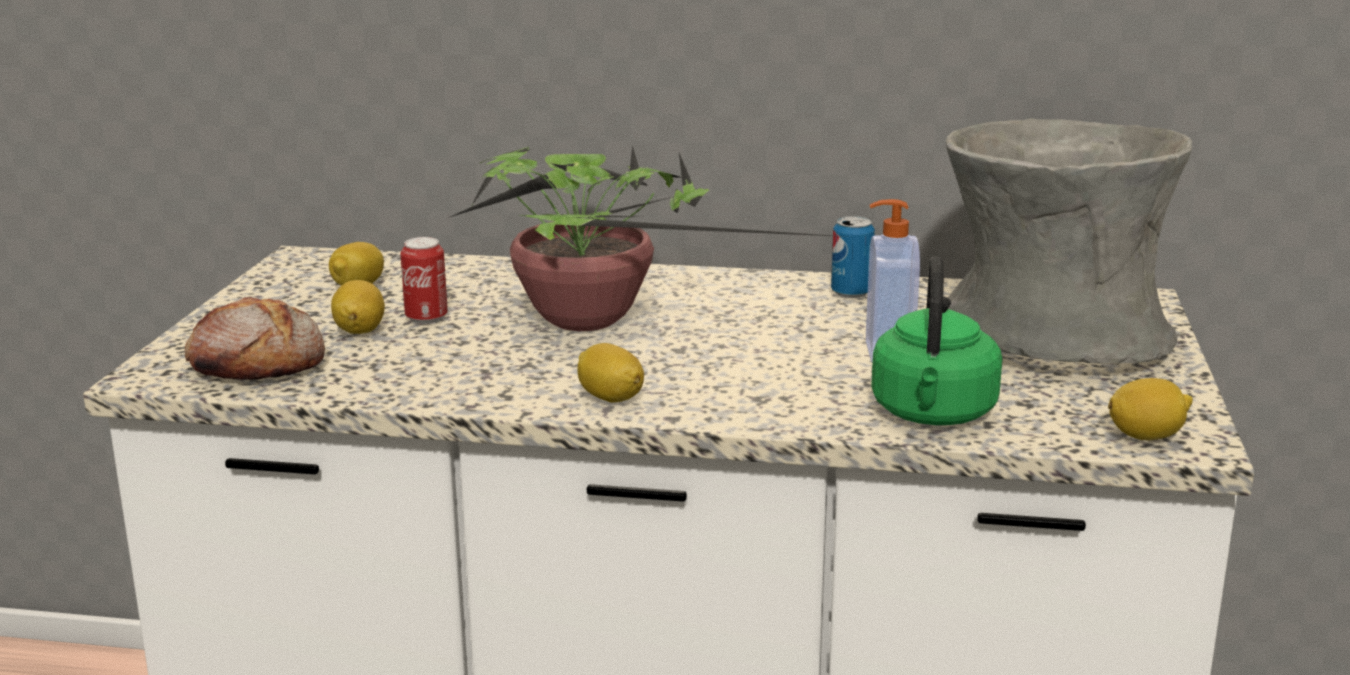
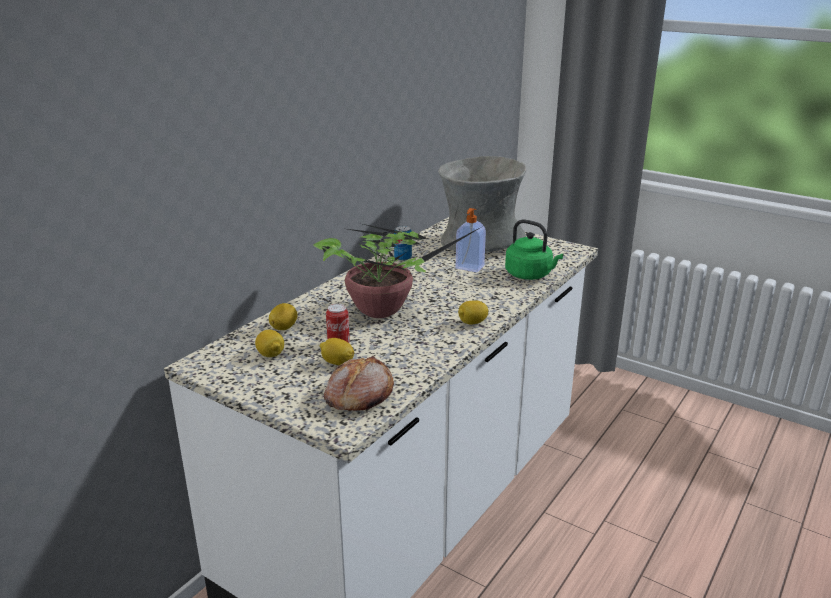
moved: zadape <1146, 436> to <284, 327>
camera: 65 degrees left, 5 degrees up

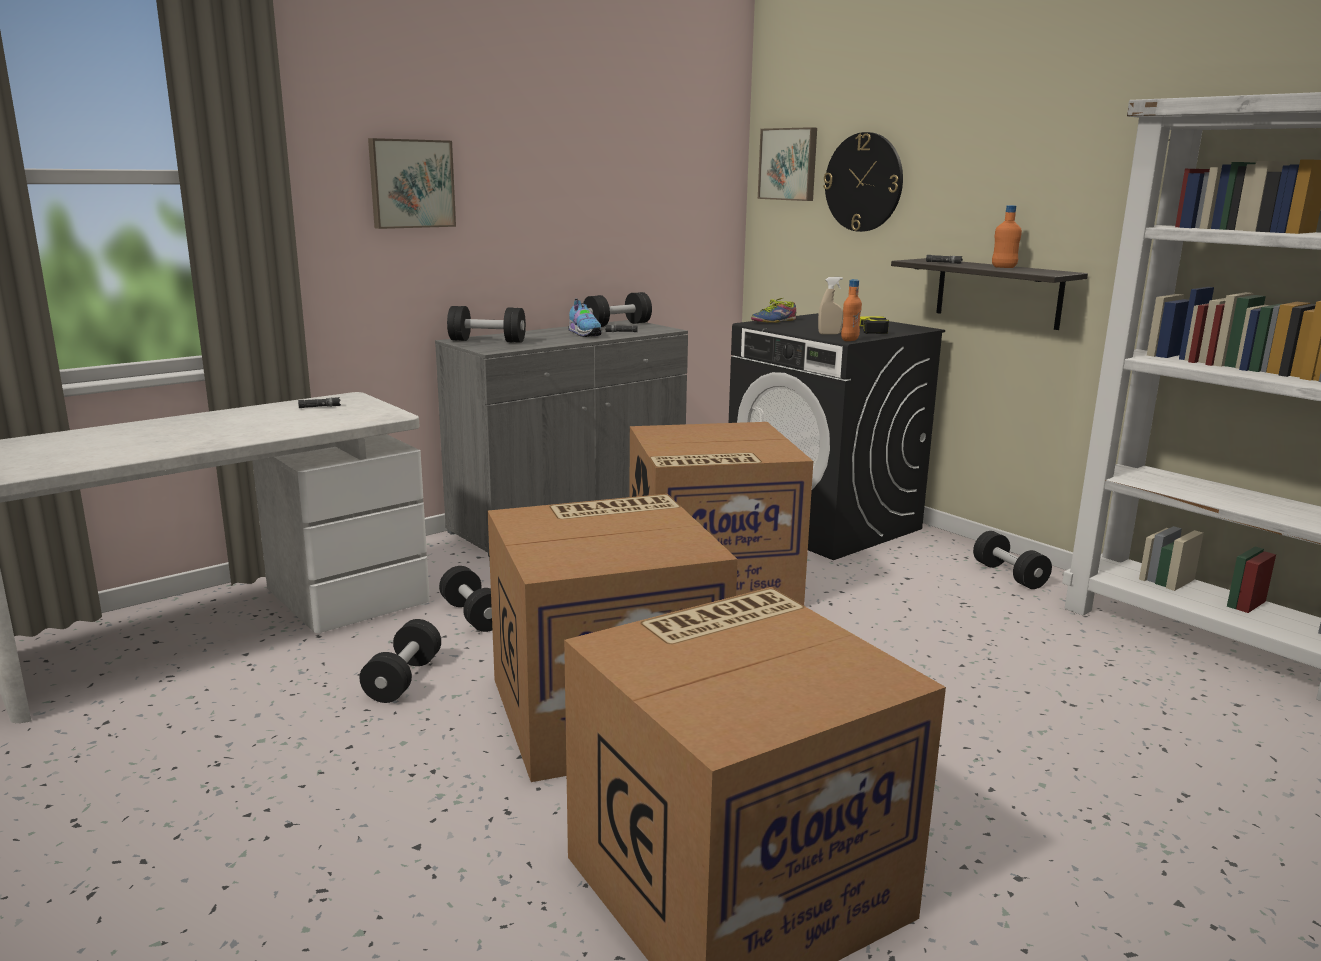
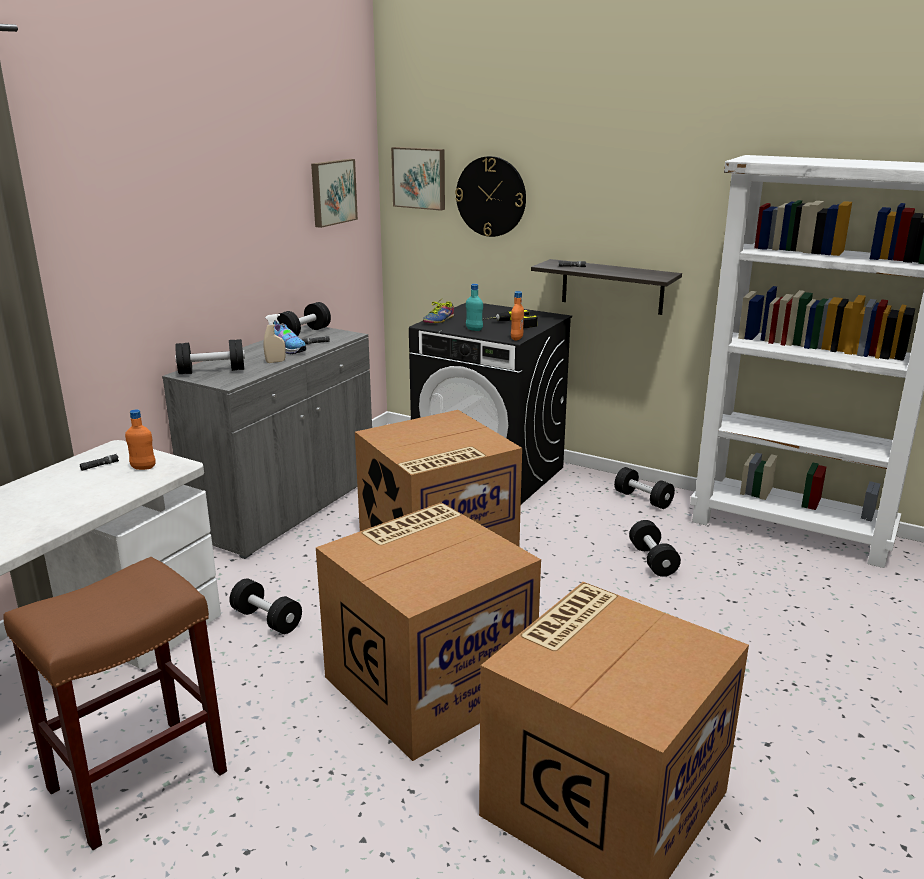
added: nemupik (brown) <136, 782>; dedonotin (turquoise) <474, 329>
moved: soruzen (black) <403, 679> to <652, 560>; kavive <411, 183> to <332, 192>; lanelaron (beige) <829, 334> to <275, 361>; dedonotin (orange) <1004, 267> to <143, 468>
camera: 20 degrees left, 5 degrees up

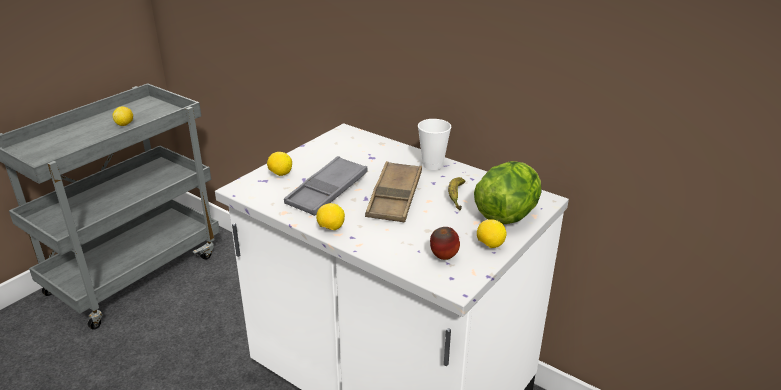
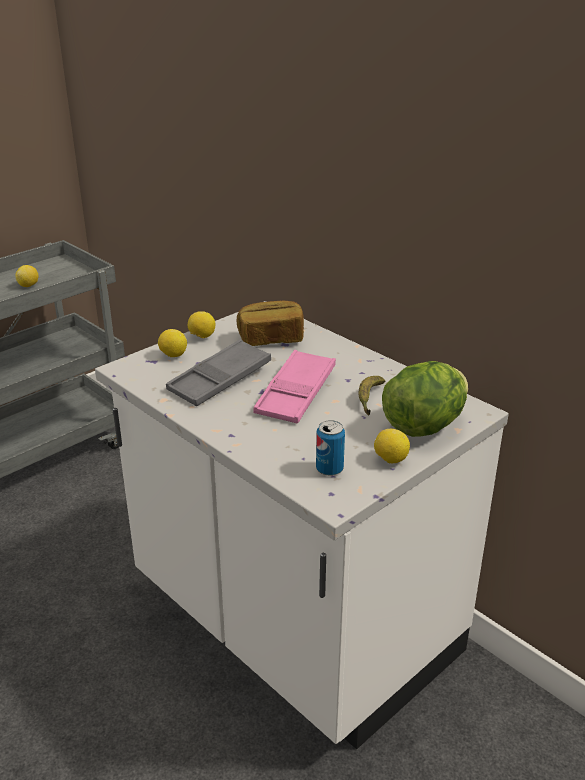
removed: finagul <432, 165>
added: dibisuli <271, 339>
moved: zadape <331, 228> to <202, 337>
replaced: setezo <443, 258> to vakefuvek <329, 469>
recoloured: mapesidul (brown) <394, 197> to mapesidul (pink) <296, 393>
camera: 10 degrees right, 0 degrees up

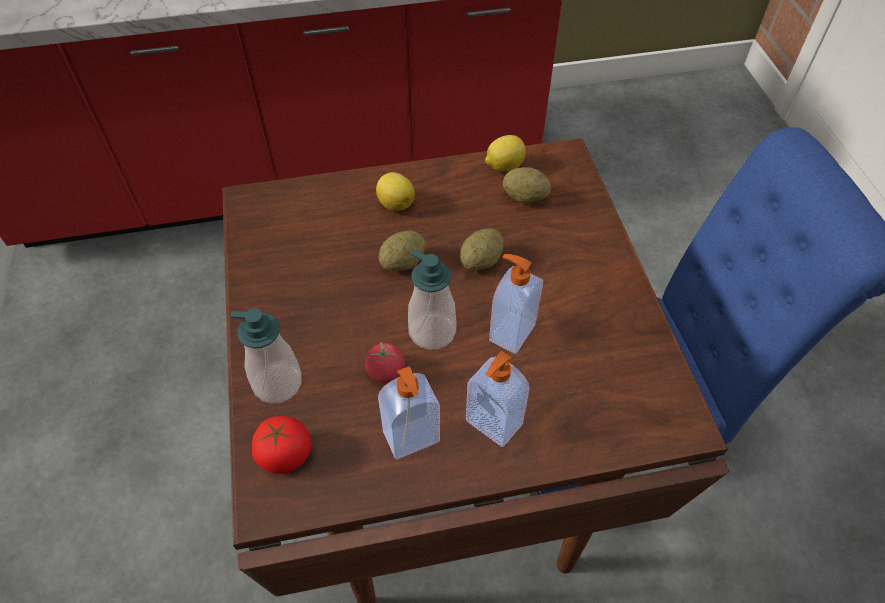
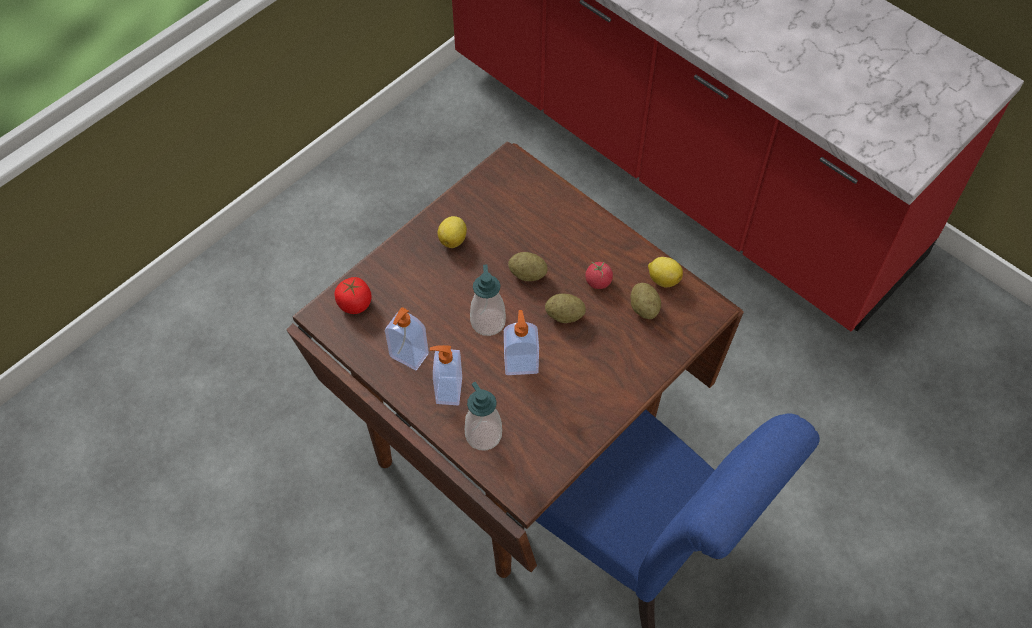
moved: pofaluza <277, 383> to <483, 435>; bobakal <385, 371> to <598, 281>; zadape <395, 203> to <453, 239>
camera: 55 degrees right, 5 degrees up

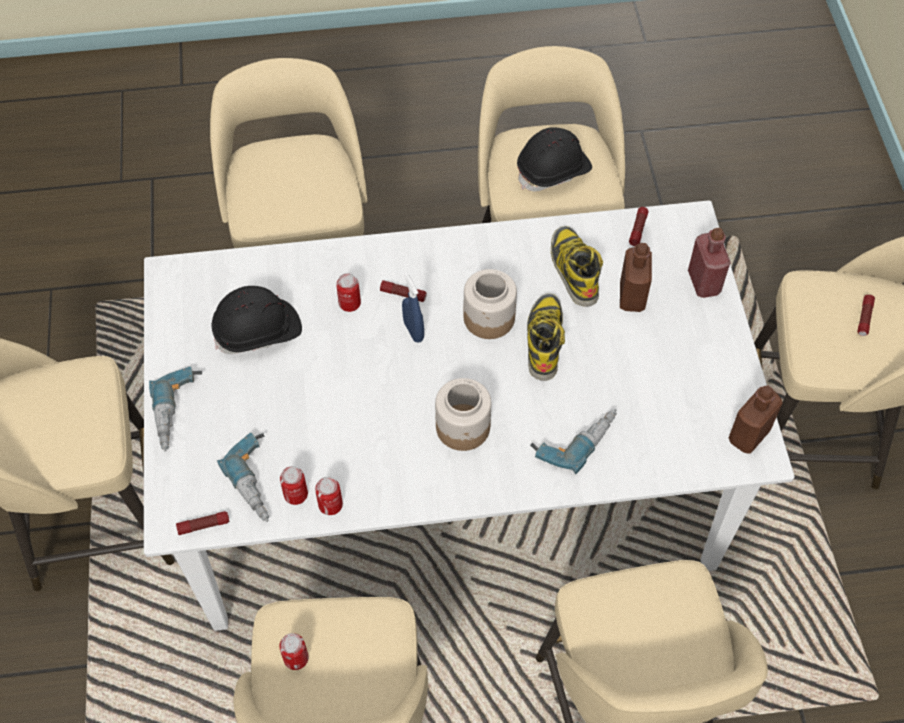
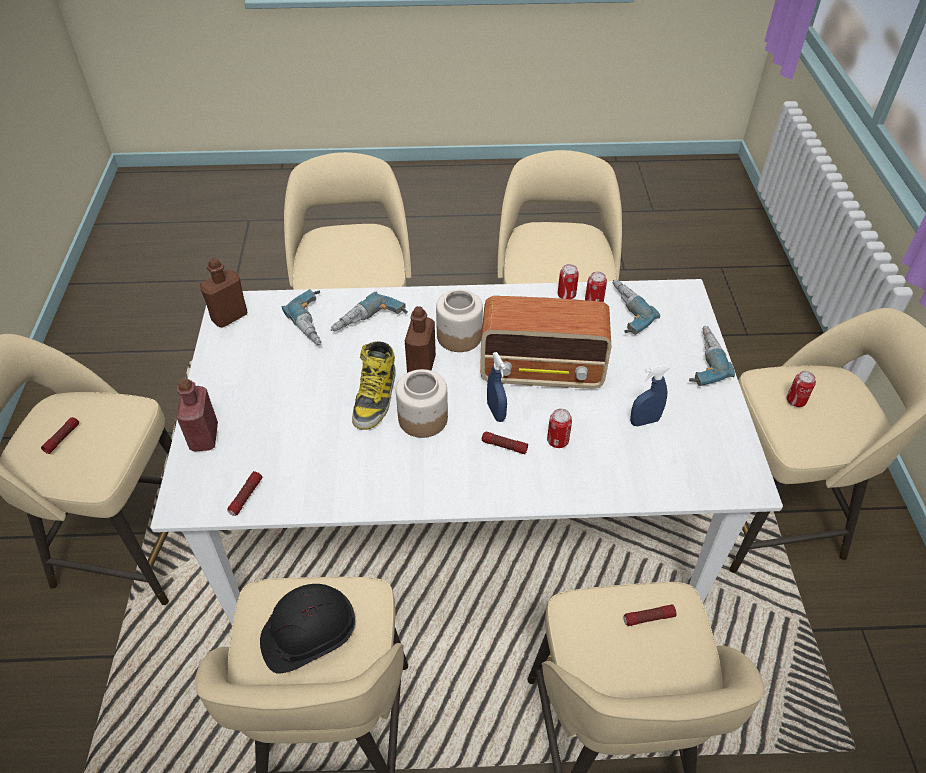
removed: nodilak <573, 269>
added: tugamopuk <316, 323>; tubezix <543, 371>
moved: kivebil <203, 525> to <648, 618>; vakefuvek <296, 658> to <795, 401>; dedonotin (brown) <632, 296> to <421, 366>
replaced: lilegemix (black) <258, 332> to lanelaron (blue) <644, 421>
camera: 175 degrees left, 10 degrees down

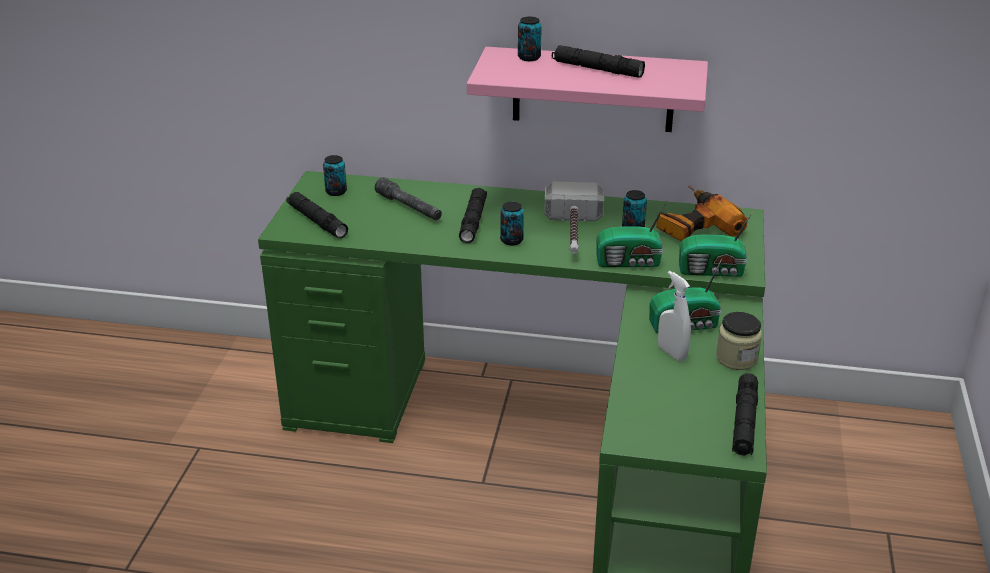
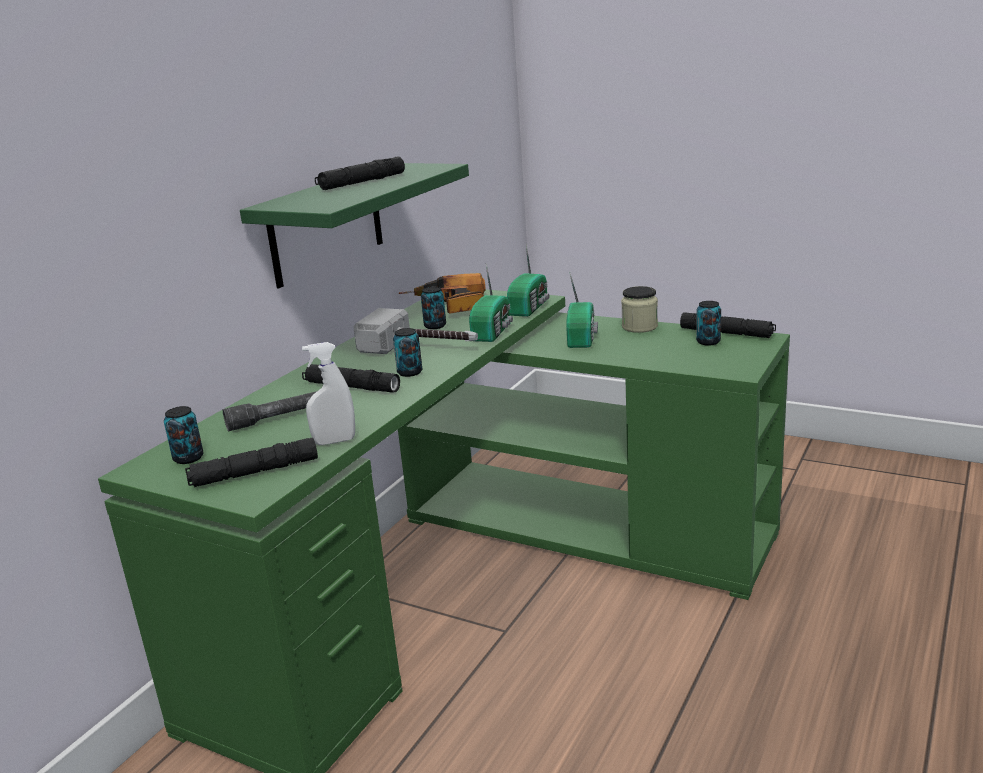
moved: vakefuvek <529, 57> to <708, 342>; lanelaron (white) <672, 353> to <335, 441>
recoloured: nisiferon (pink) <593, 89> to nisiferon (green) <326, 224>
camera: 70 degrees left, 10 degrees down

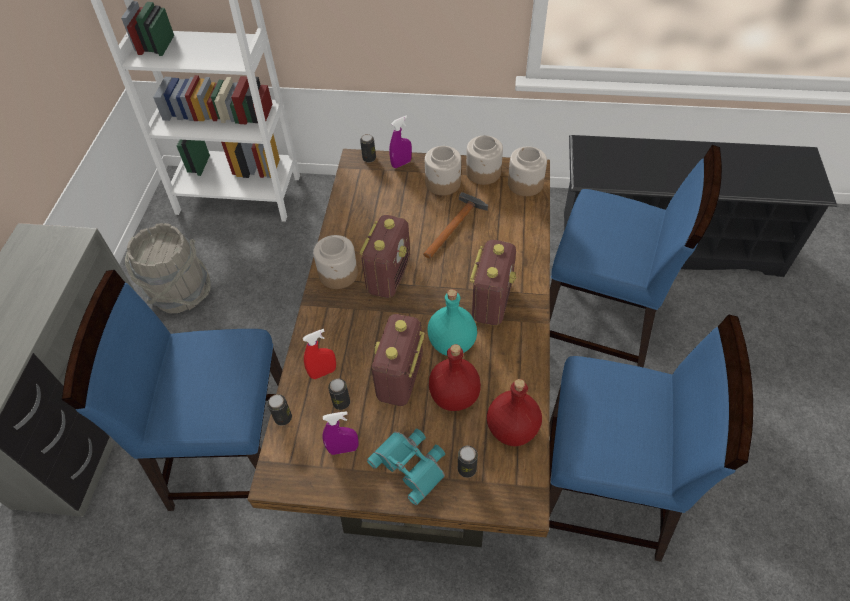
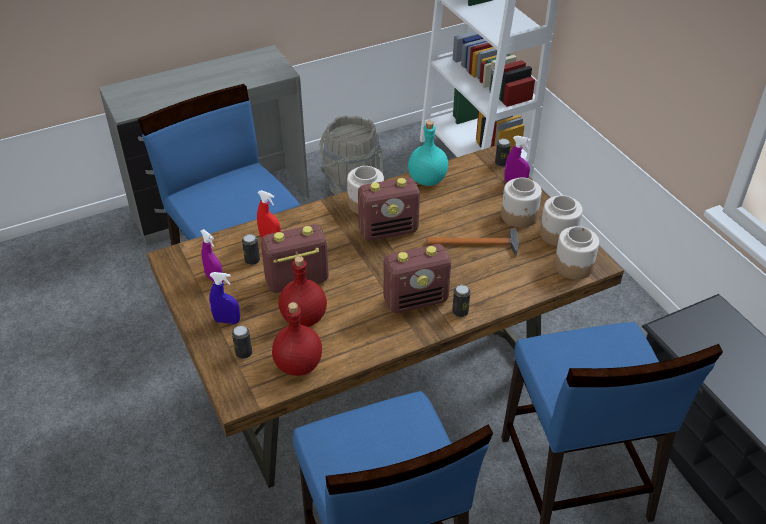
moved: vakefuvek <283, 418> to <460, 312>; dedonotin (turquoise) <451, 343> to <427, 179>
replaced: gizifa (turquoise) <412, 464> to lanelaron (blue) <227, 321>
camera: 55 degrees right, 10 degrees down

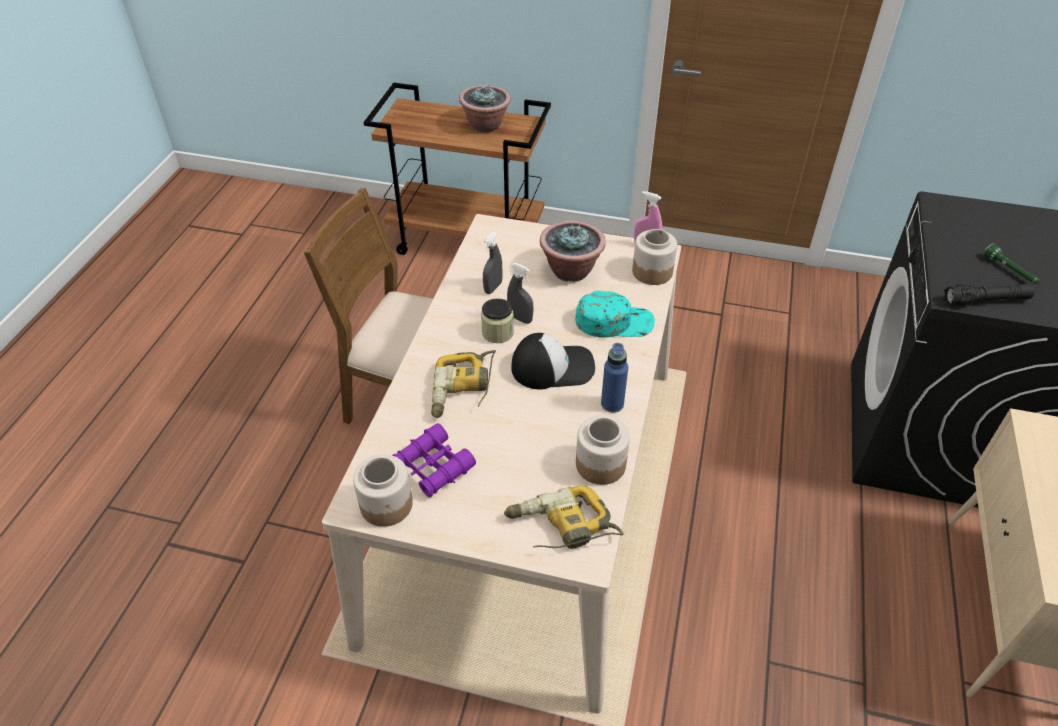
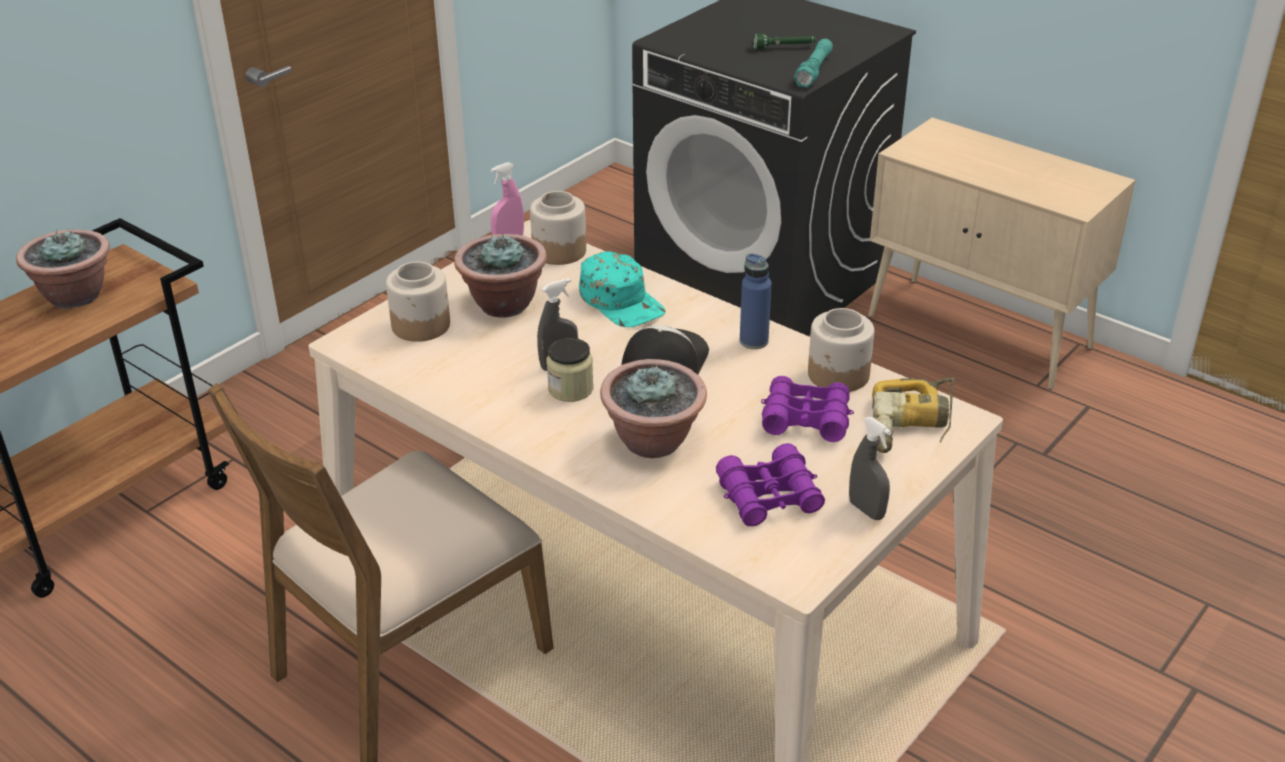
added: gizifa (purple) <805, 419>
moved: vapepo <387, 505> to <421, 325>; lanelaron (grey) <493, 287> to <866, 510>
replaced: tugamopuk <463, 390> to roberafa <654, 441>
recoloured: kivebil (black) <985, 300> to kivebil (turquoise) <814, 71>
turned: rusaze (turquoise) <614, 321> = <622, 301> 120 degrees clockwise
camera: 65 degrees left, 10 degrees down

